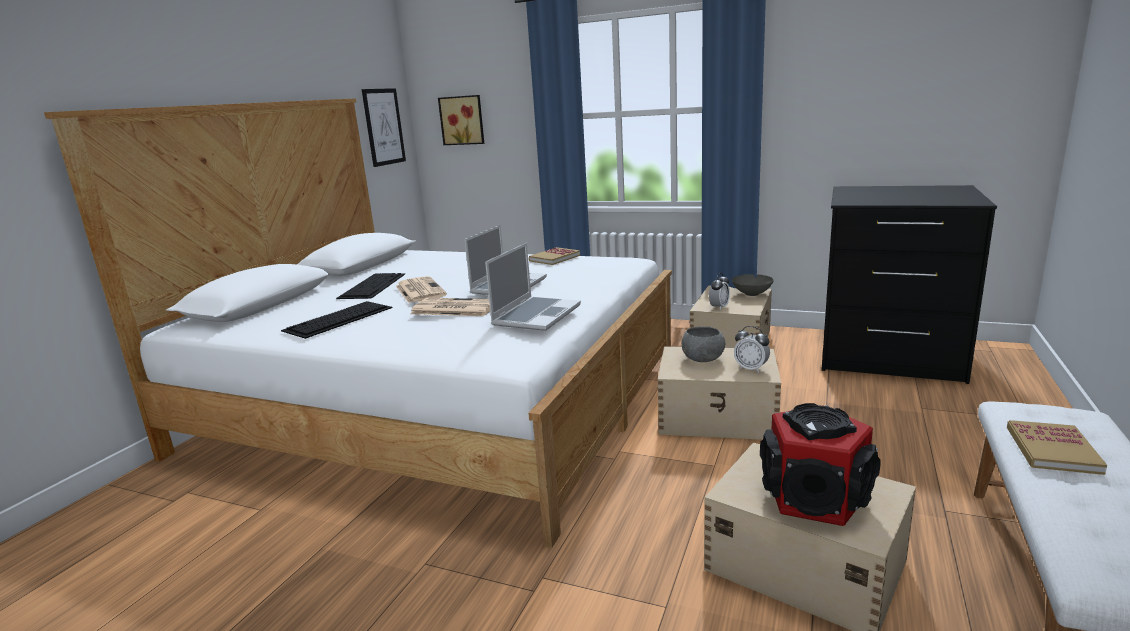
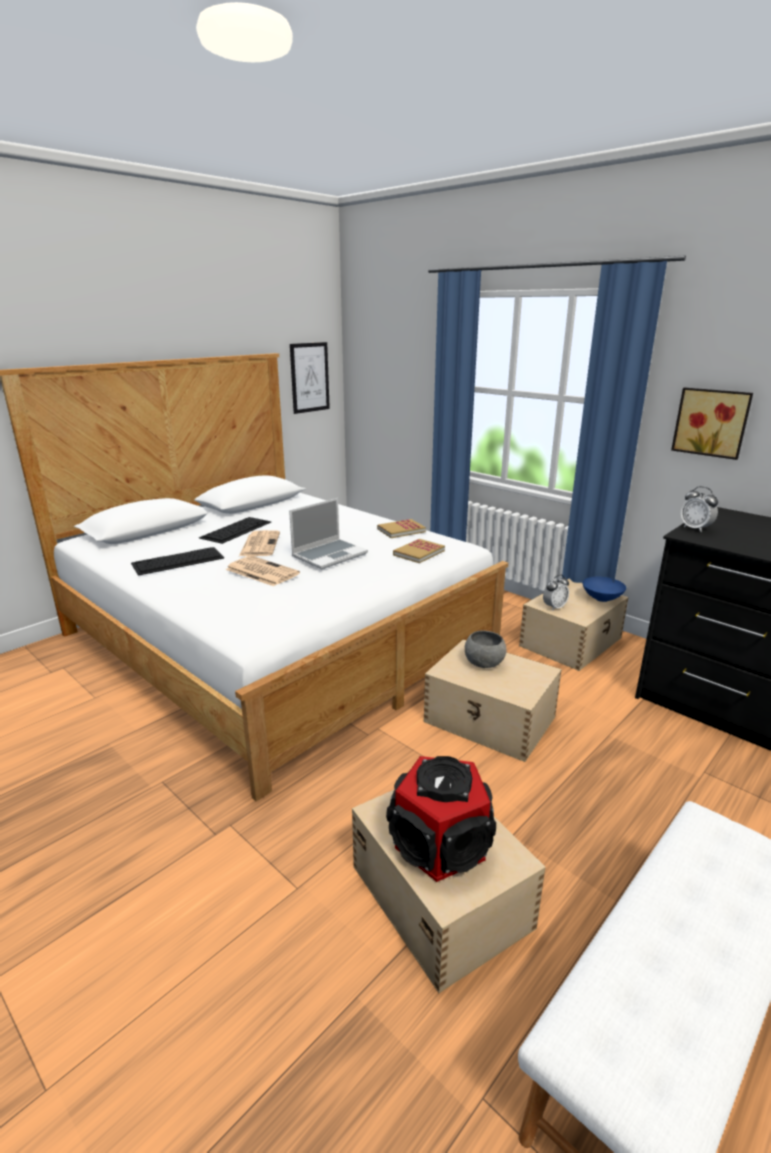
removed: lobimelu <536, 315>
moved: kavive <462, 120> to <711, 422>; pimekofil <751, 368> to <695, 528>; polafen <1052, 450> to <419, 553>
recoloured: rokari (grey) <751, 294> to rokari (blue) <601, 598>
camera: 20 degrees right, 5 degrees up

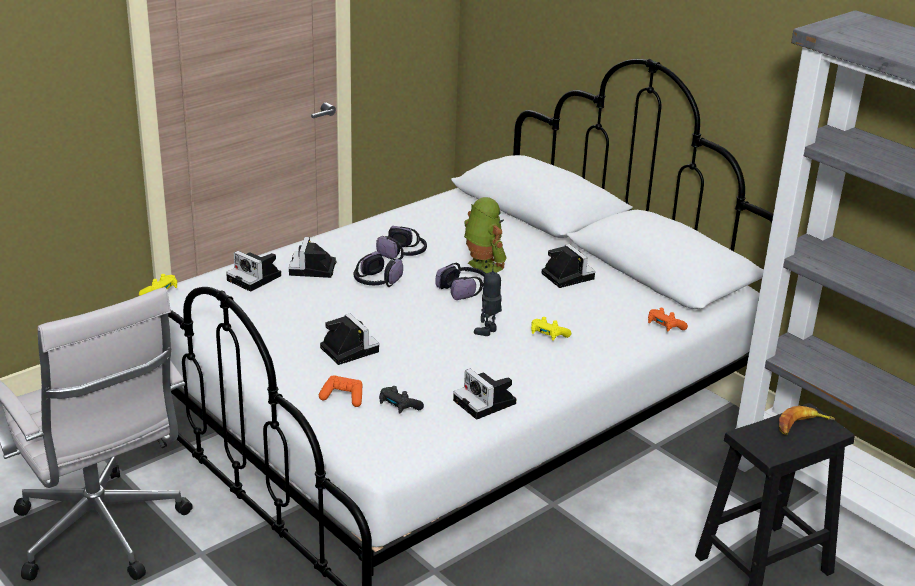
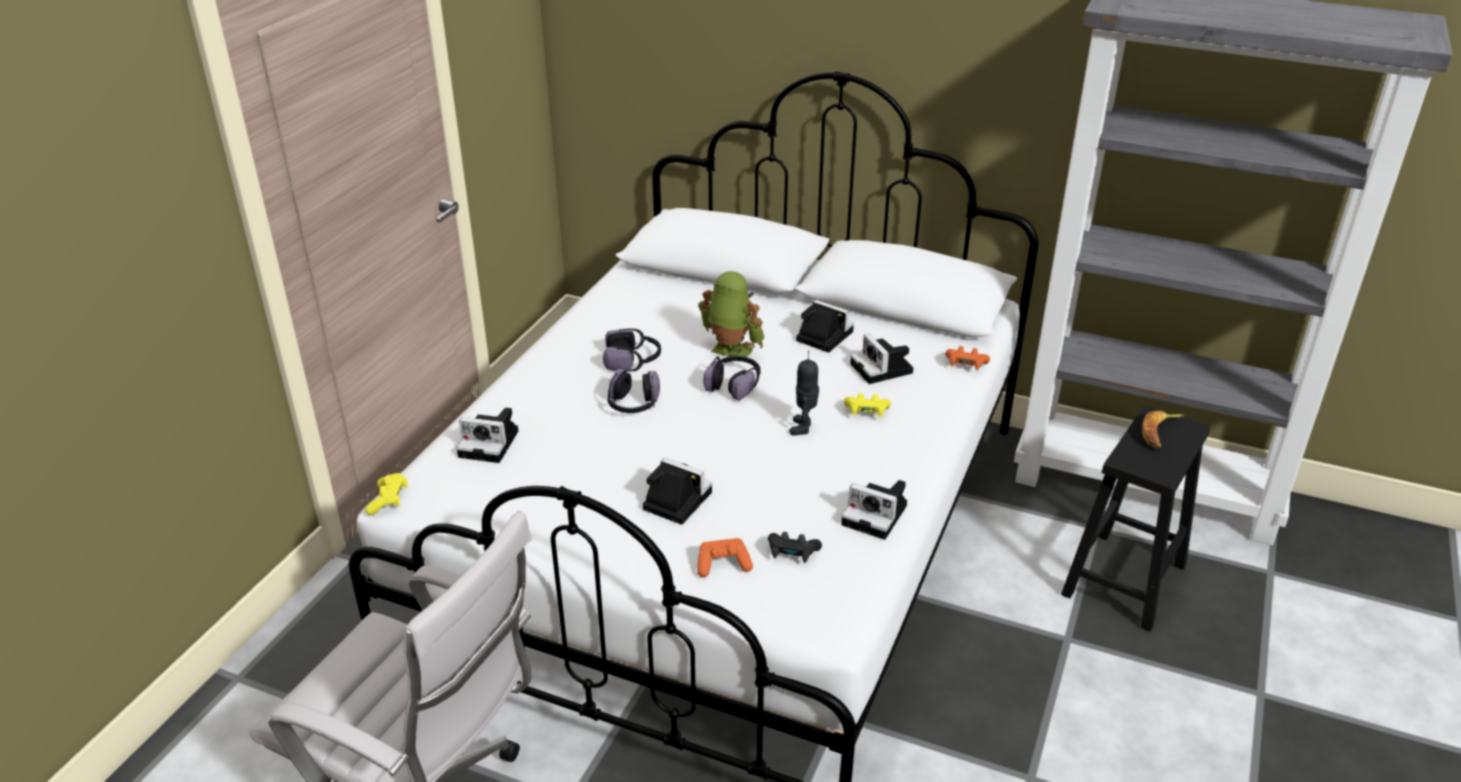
moved: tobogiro <313, 269> to <883, 369>
camera: 25 degrees left, 5 degrees up

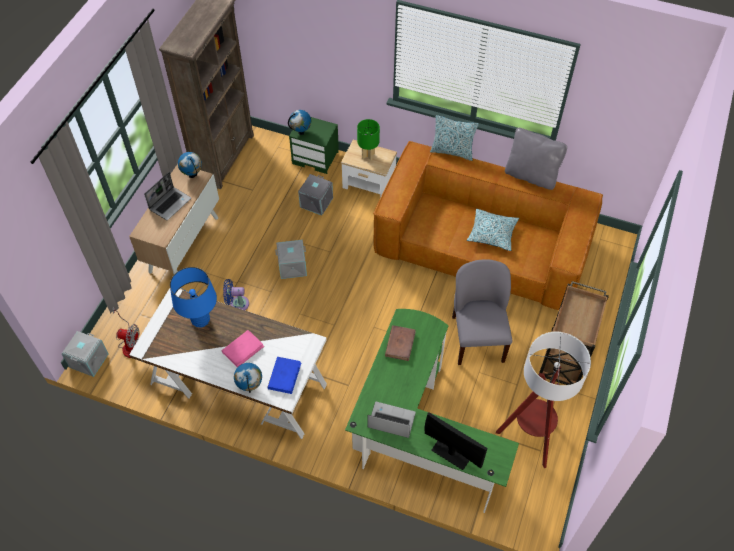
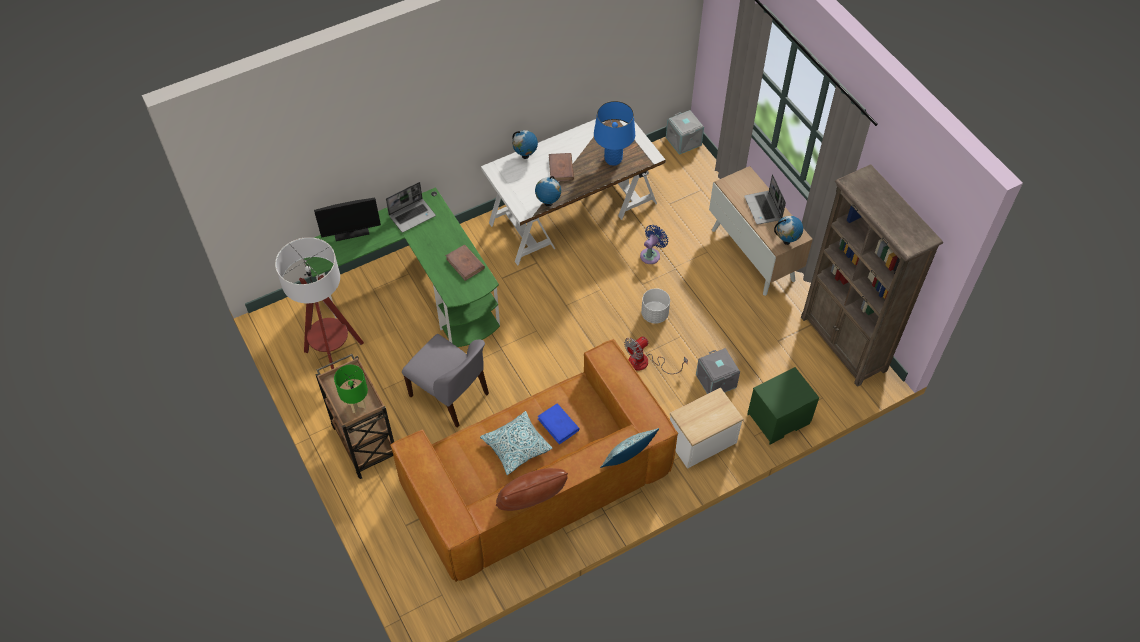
moved: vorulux <129, 344> to <646, 363>; polafen (blue) <284, 376> to <558, 425>; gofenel <301, 132> to <548, 203>; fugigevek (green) <368, 155> to <357, 405>
replaced: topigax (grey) <292, 267> to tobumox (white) <654, 314>
recoloured: polafen (pink) <243, 349> to polafen (brown) <561, 169>; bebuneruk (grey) <531, 176> to bebuneruk (brown) <532, 504>
camera: 130 degrees right, 0 degrees up

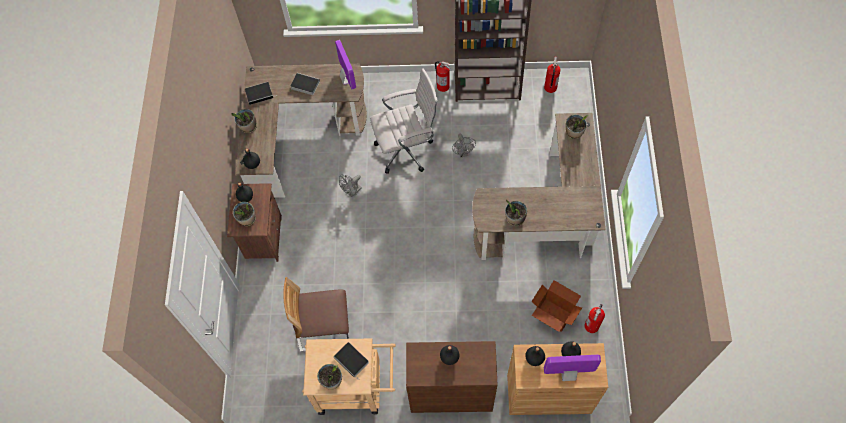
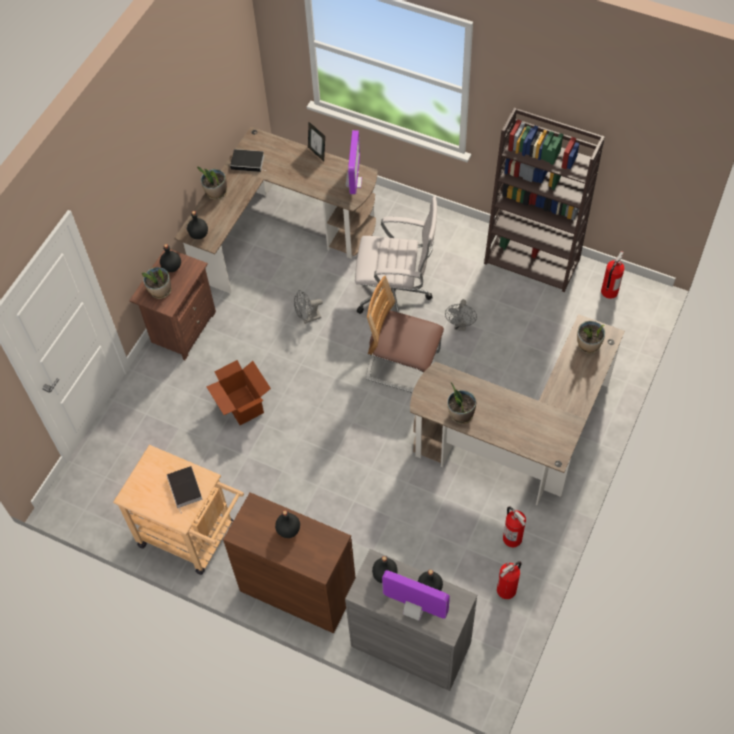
removed: polafen <304, 85>; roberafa <332, 381>
added: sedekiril <317, 153>
moved: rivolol <324, 327> to <403, 366>; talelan <443, 86> to <512, 538>; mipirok <553, 315> to <242, 405>
recoloured: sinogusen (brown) <548, 394> to sinogusen (grey) <411, 644>
camera: 25 degrees right, 5 degrees down

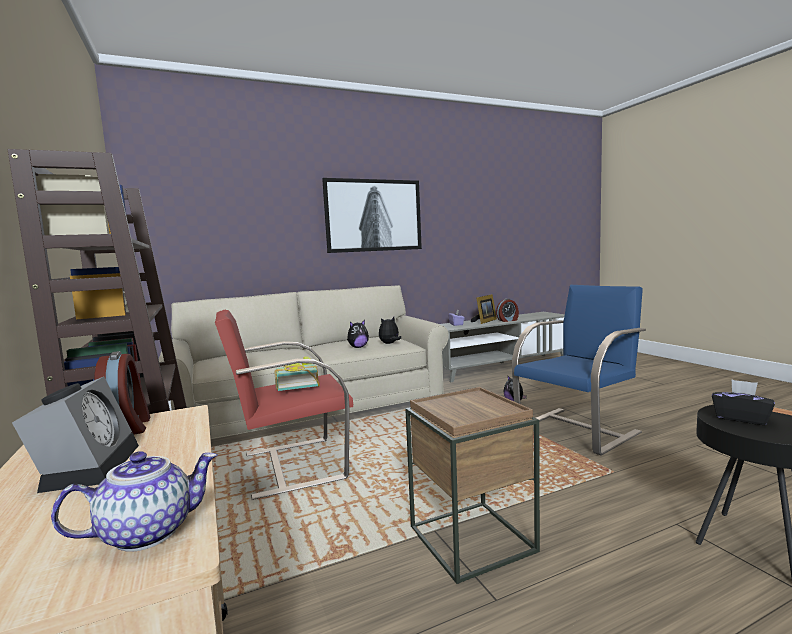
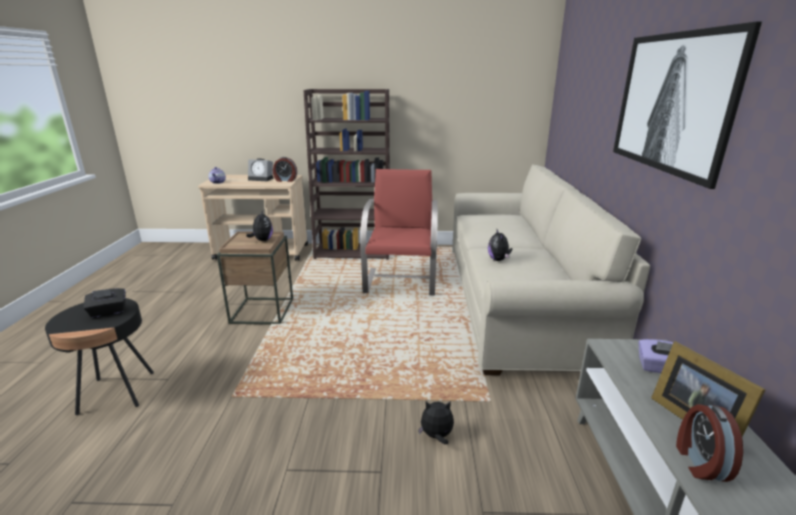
removed: polafen <297, 385>; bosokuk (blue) <577, 429>
moved: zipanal <389, 343> to <262, 240>
camera: 115 degrees right, 15 degrees up

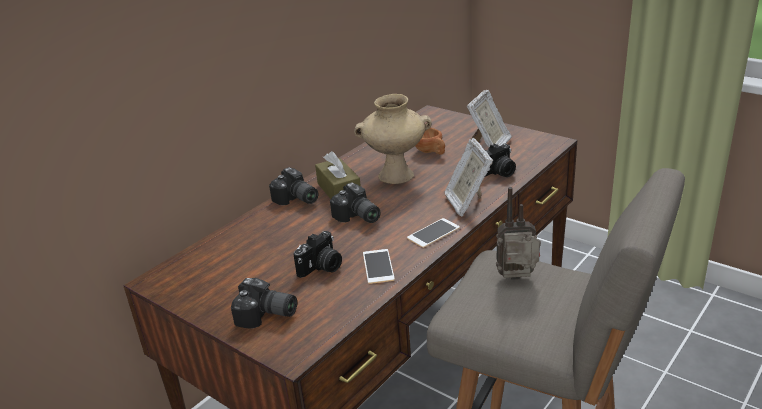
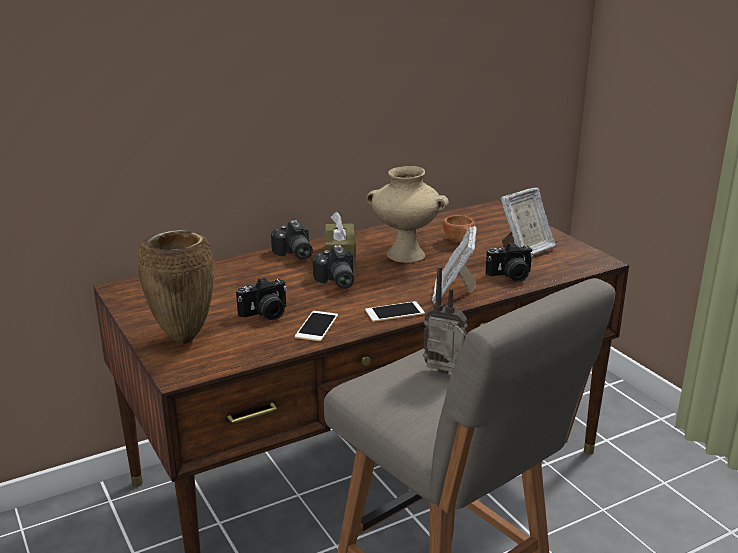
replaced: tobogiro <266, 316> to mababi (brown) <184, 339>
camera: 20 degrees right, 5 degrees down

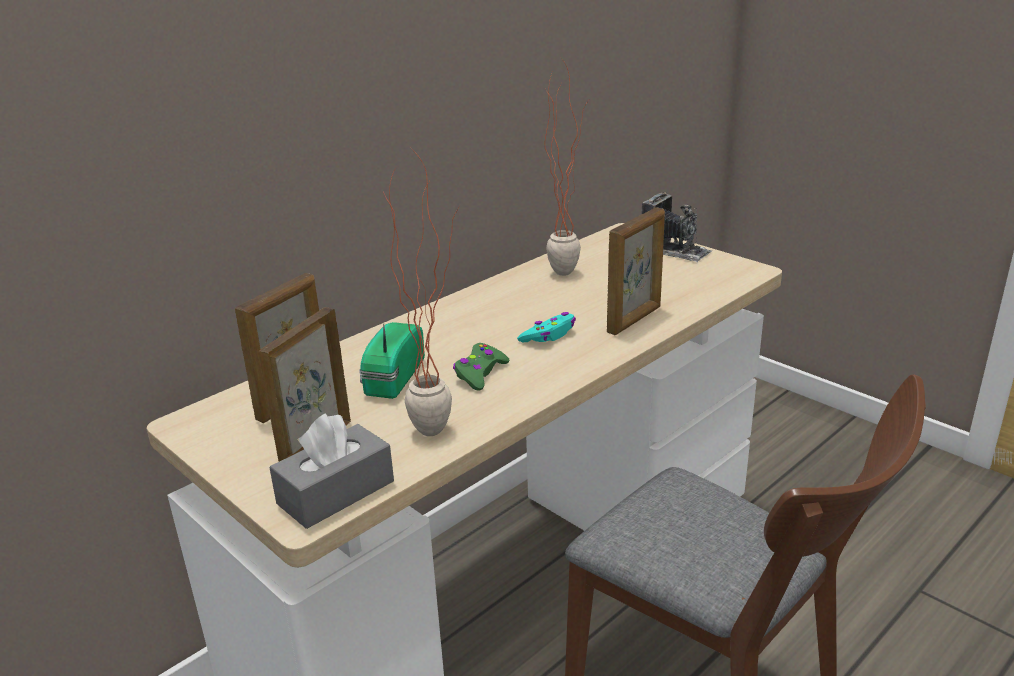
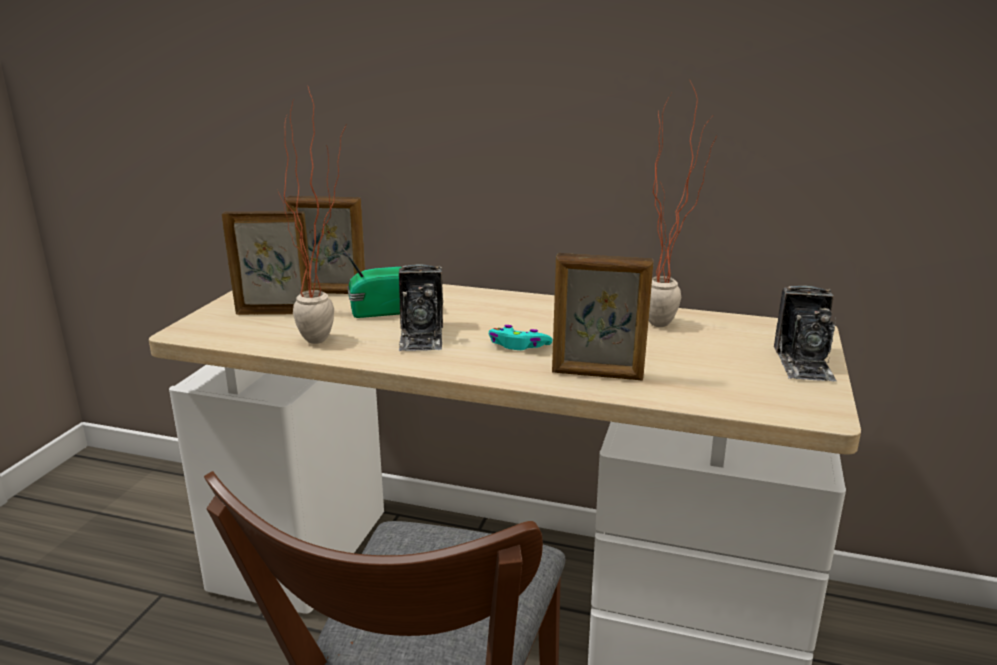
removed: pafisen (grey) <336, 492>
replaced: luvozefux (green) <480, 373> to tobogiro <421, 336>
camera: 60 degrees right, 5 degrees down

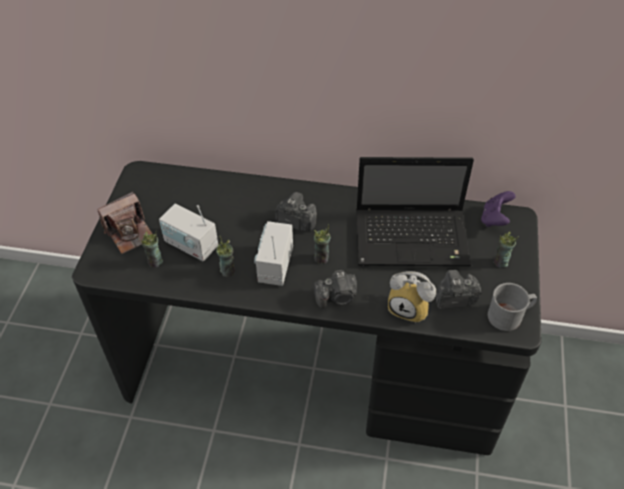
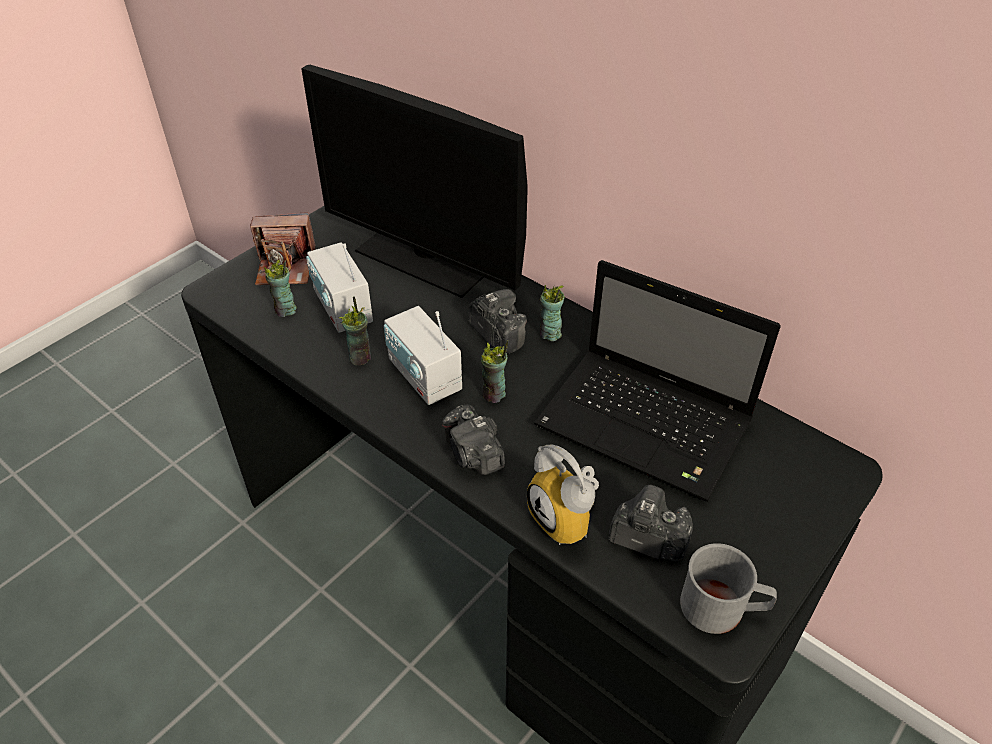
removed: luvozefux (purple) <495, 219>
added: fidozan <425, 258>
moved: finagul <500, 262> to <550, 334>
turned: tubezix <275, 265> = <424, 377> 75 degrees counterclockwise; tobogiro <337, 297> = <473, 455> 45 degrees clockwise
camera: 30 degrees right, 5 degrees down

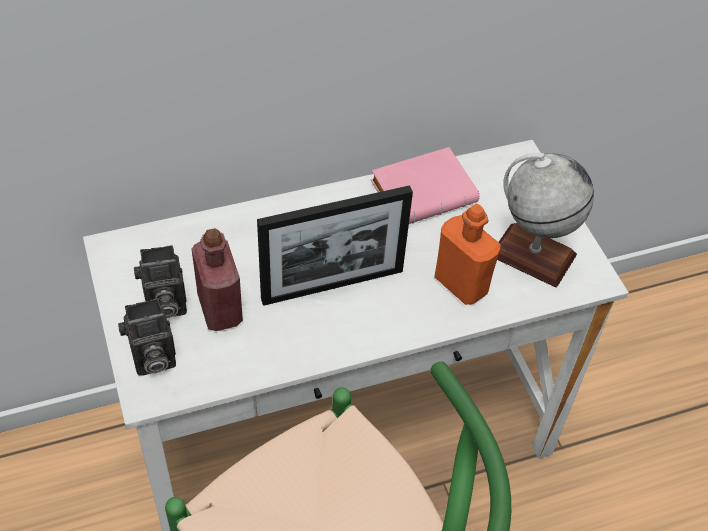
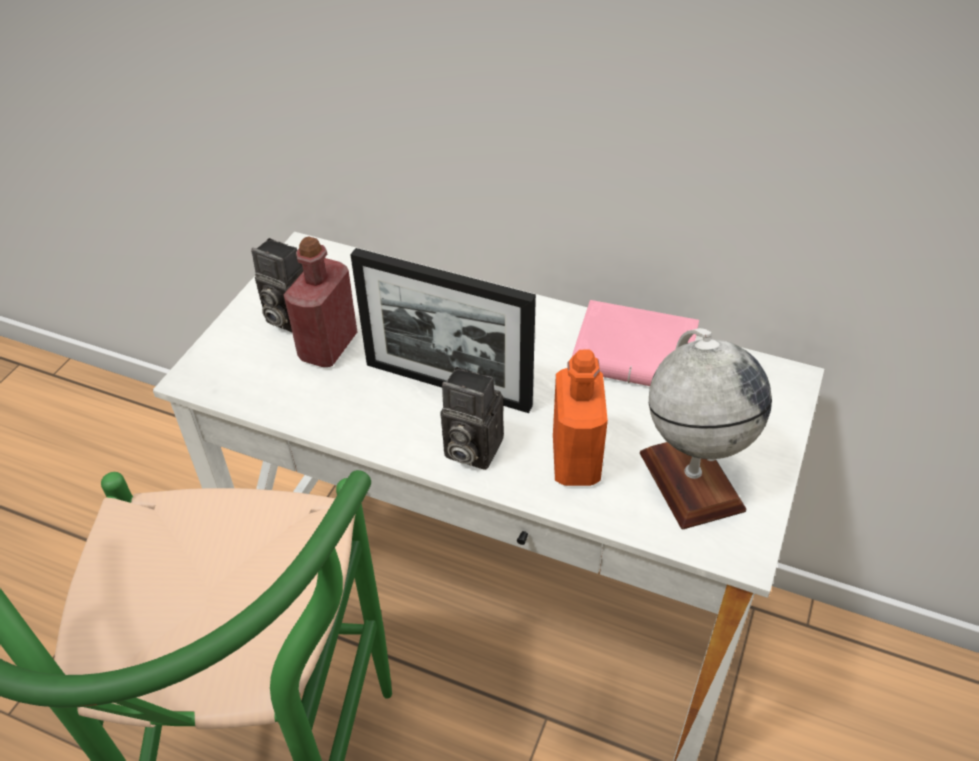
moved: tobogiro <151, 360> to <469, 449>
camera: 45 degrees right, 5 degrees down

